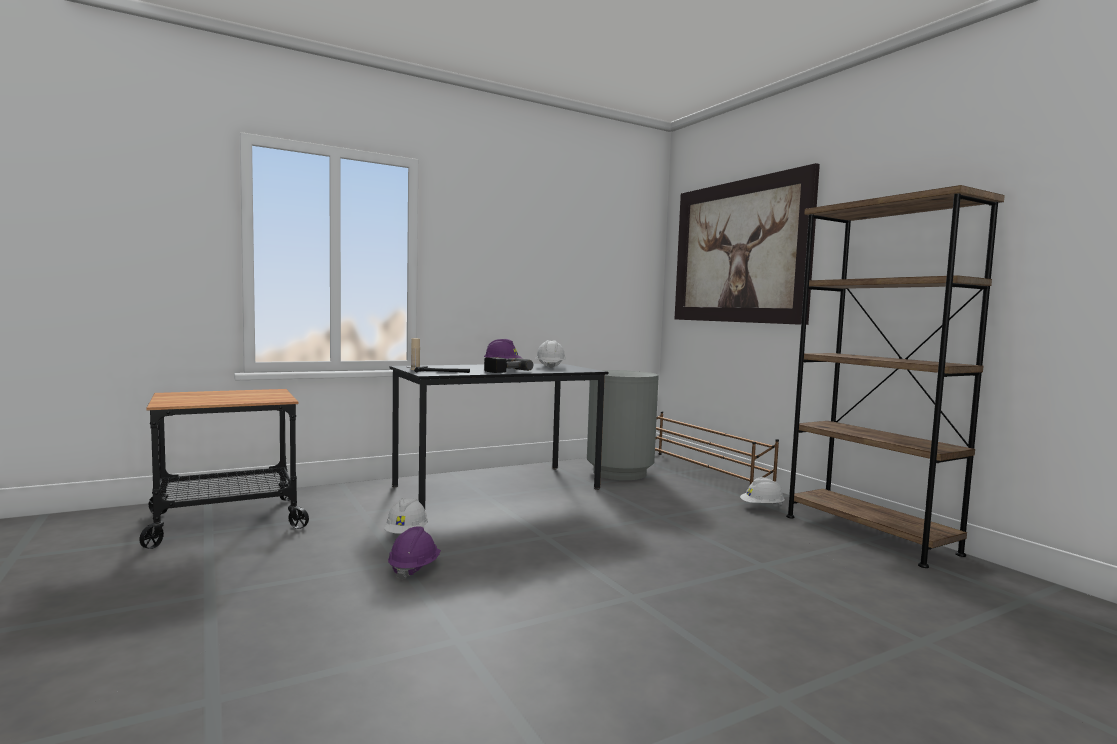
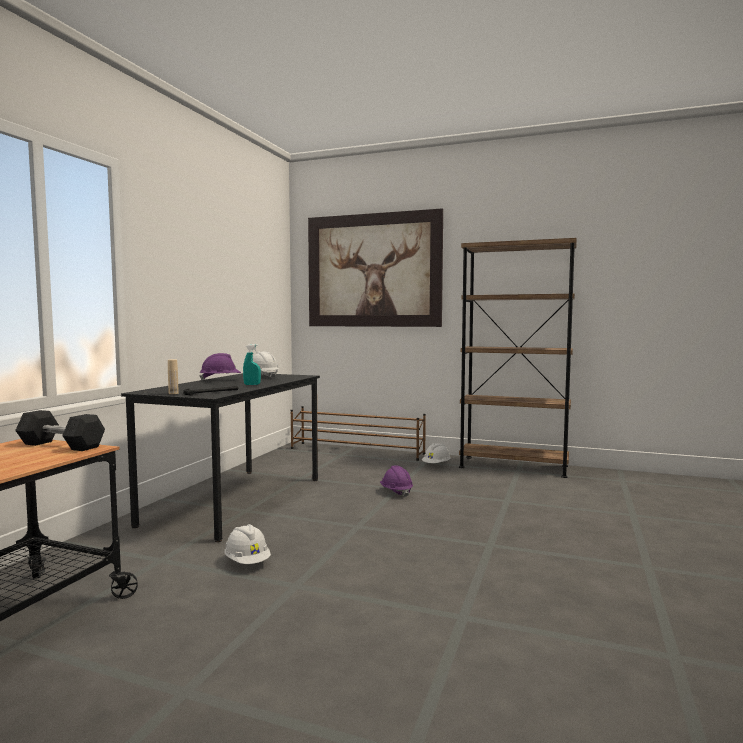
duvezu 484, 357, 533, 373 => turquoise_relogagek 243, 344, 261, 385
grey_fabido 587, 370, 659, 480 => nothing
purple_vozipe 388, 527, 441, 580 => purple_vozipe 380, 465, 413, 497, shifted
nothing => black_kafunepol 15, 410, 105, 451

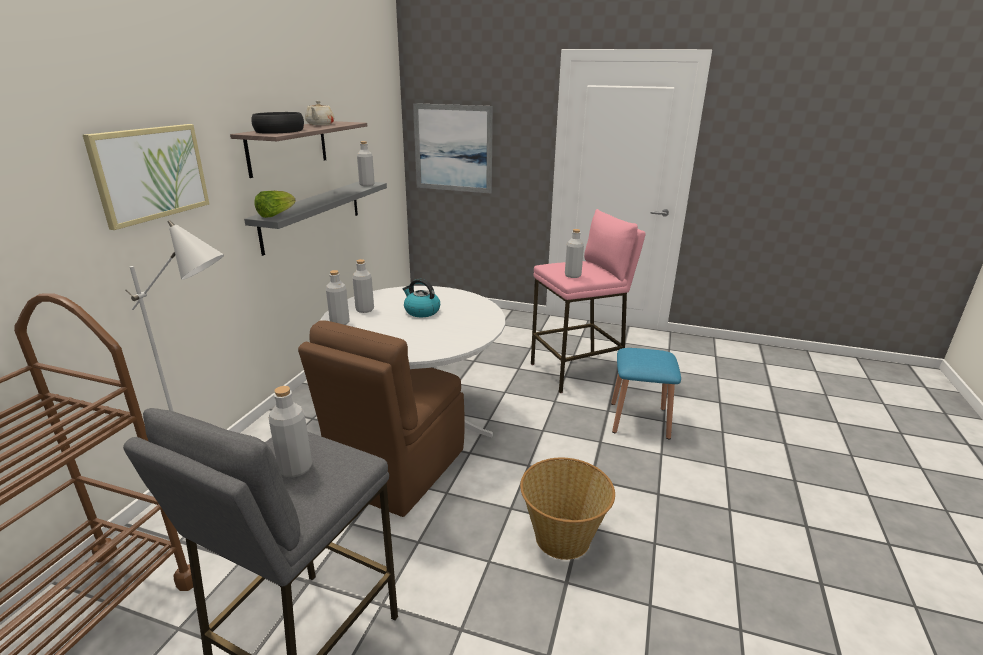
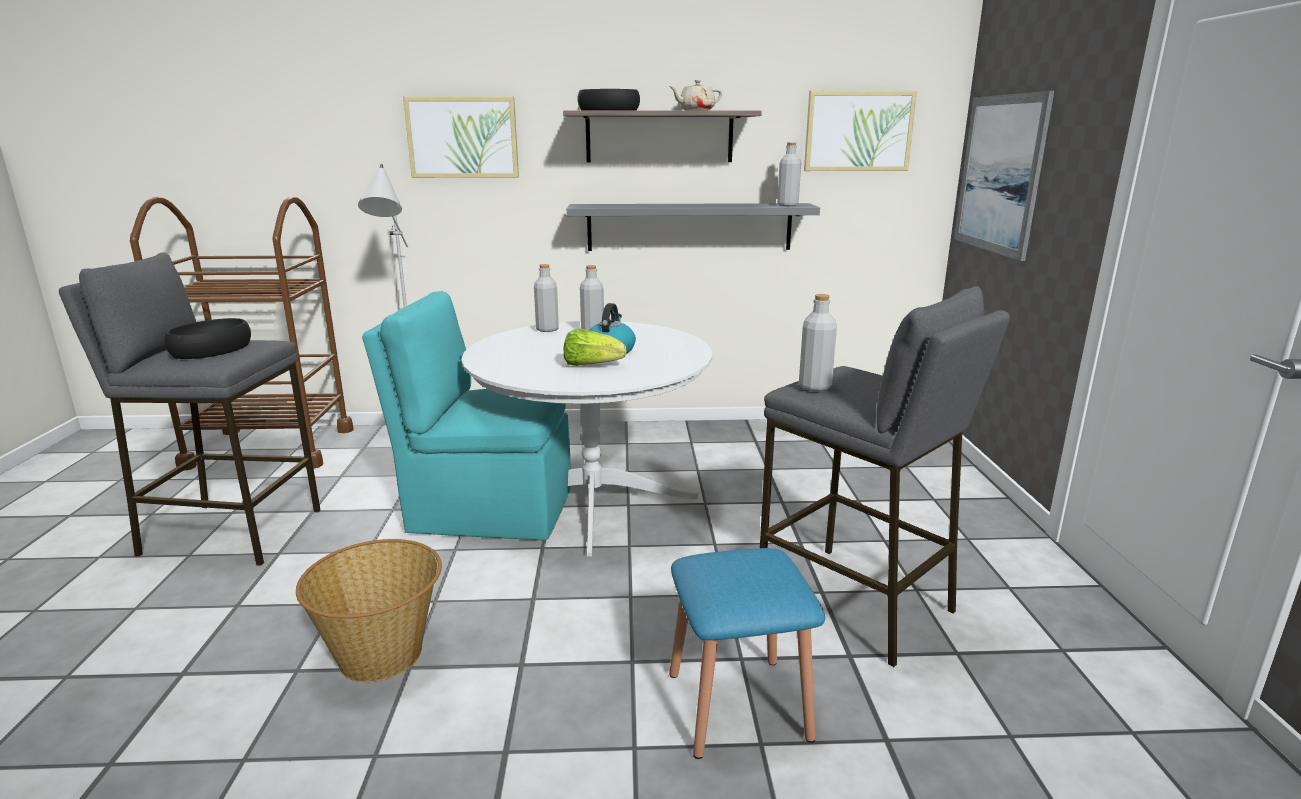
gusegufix 254, 191, 296, 218 => gusegufix 564, 329, 626, 366, shifted
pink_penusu 531, 209, 646, 393 => grey_penusu 760, 286, 1010, 667
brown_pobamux 298, 320, 465, 517 => turquoise_pobamux 362, 291, 570, 541
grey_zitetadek 269, 386, 312, 478 => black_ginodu 164, 318, 251, 359
nothing => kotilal 804, 91, 917, 171

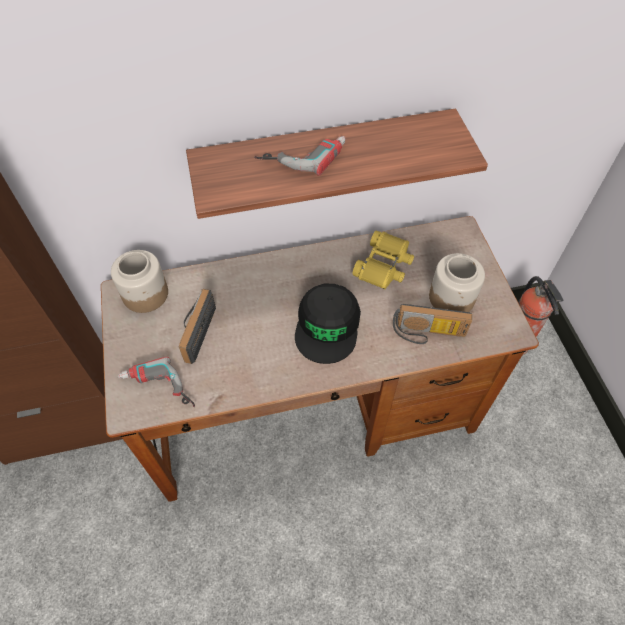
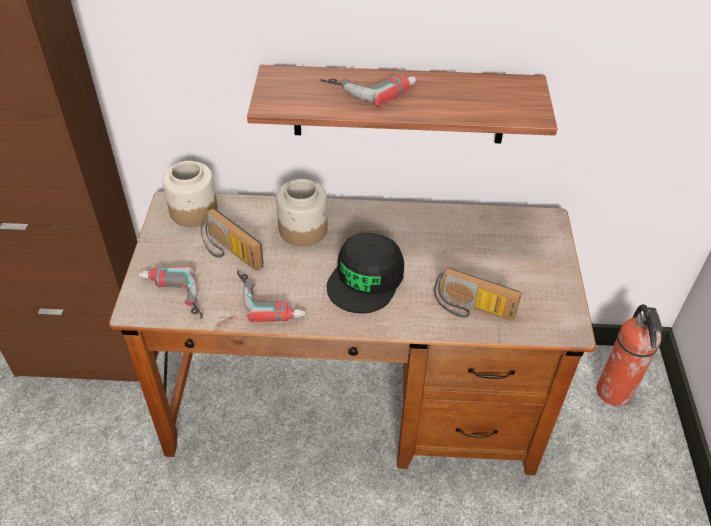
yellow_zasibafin 352, 231, 414, 289 => nothing
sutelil 429, 253, 485, 312 => sutelil 276, 179, 327, 246, shifted
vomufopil 179, 289, 216, 364 => vomufopil 201, 208, 263, 271, 75 degrees counterclockwise
nothing => duvezu 237, 270, 306, 322

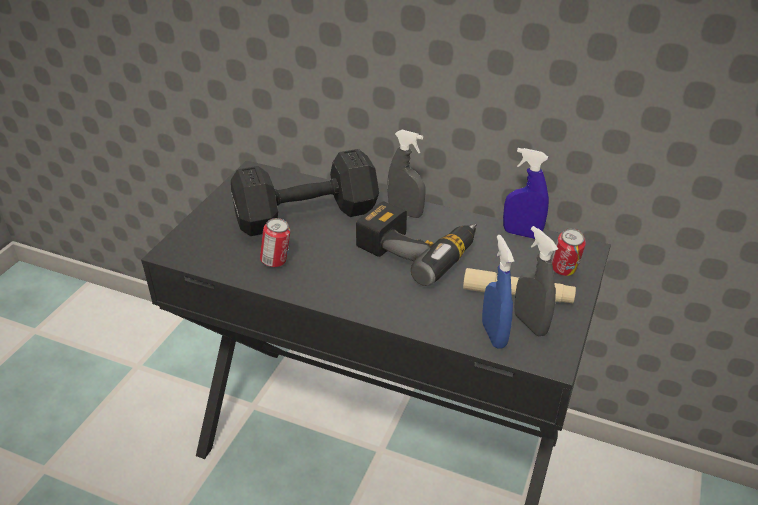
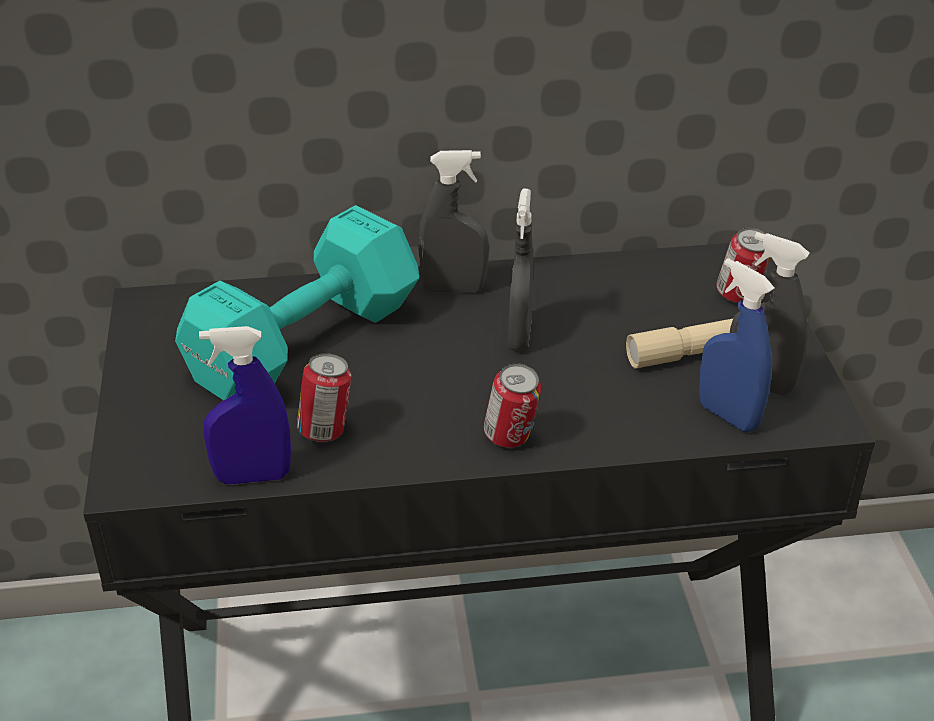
blue_relogagek 503, 148, 549, 239 => blue_relogagek 199, 326, 291, 485, shifted
black_kafunepol 231, 149, 379, 236 => turquoise_kafunepol 175, 205, 419, 400
duvezu 356, 201, 477, 286 => grey_relogagek 508, 189, 533, 350
nothing => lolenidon 484, 363, 541, 448

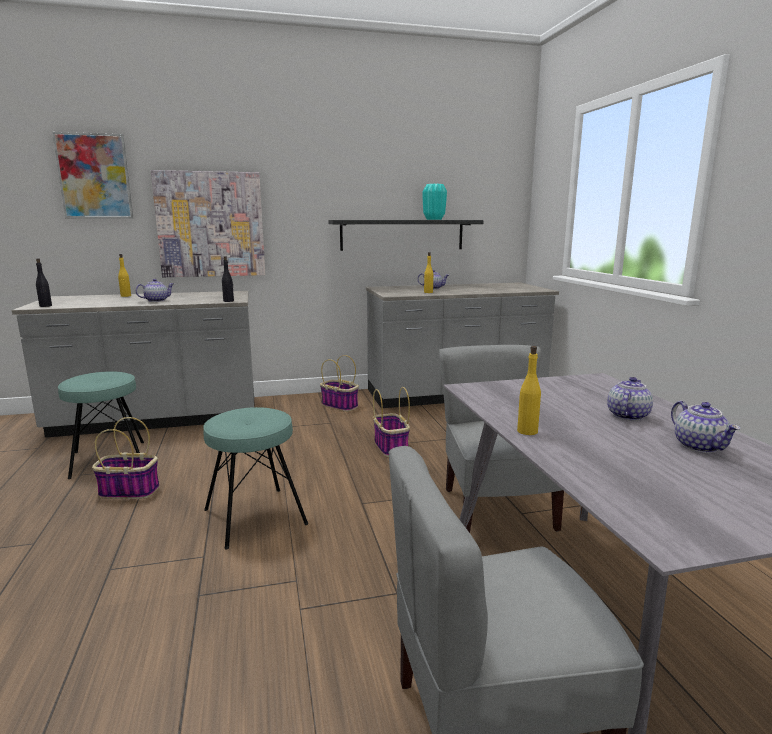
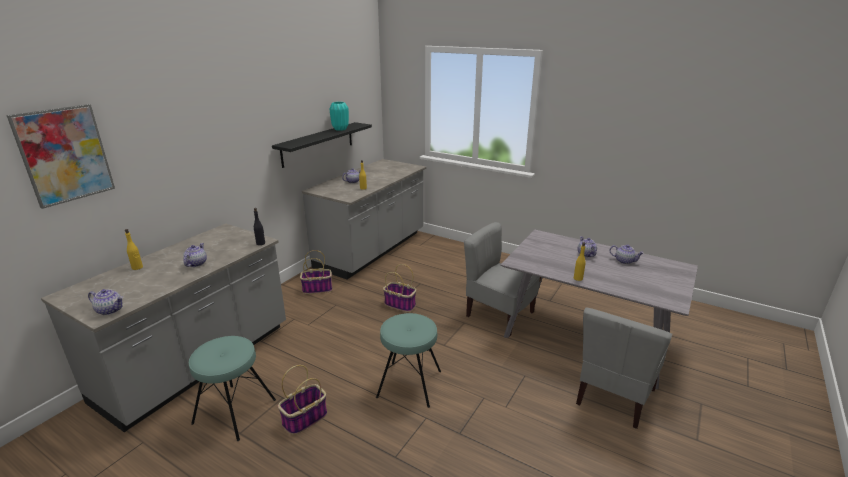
kotilal 151, 170, 265, 277 => nothing
black_zitetadek 36, 258, 52, 307 => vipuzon 88, 289, 123, 315

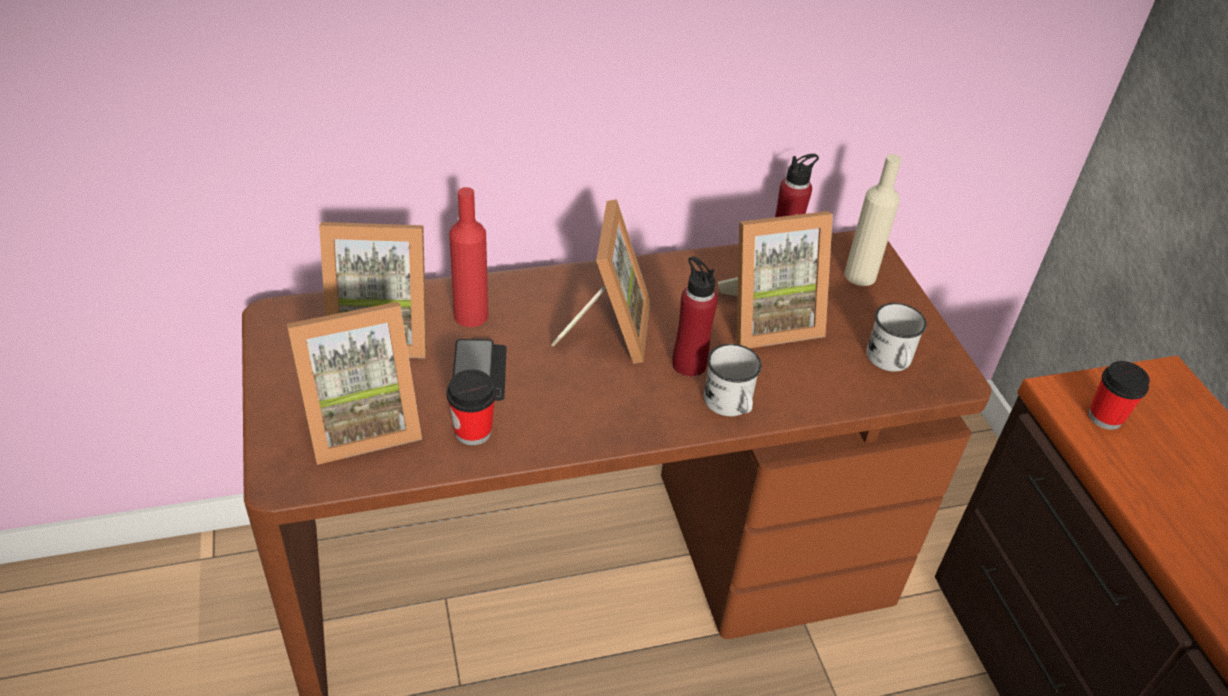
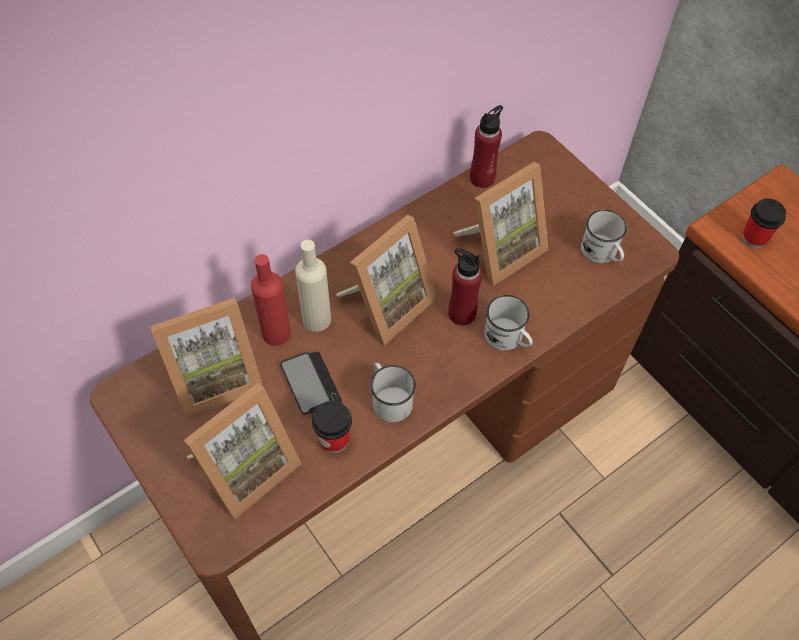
beige_zitetadek 844, 154, 901, 286 => beige_zitetadek 295, 240, 331, 332, shifted
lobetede 551, 199, 650, 364 => lobetede 336, 215, 437, 345, 60 degrees clockwise
nothing => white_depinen 370, 363, 416, 422

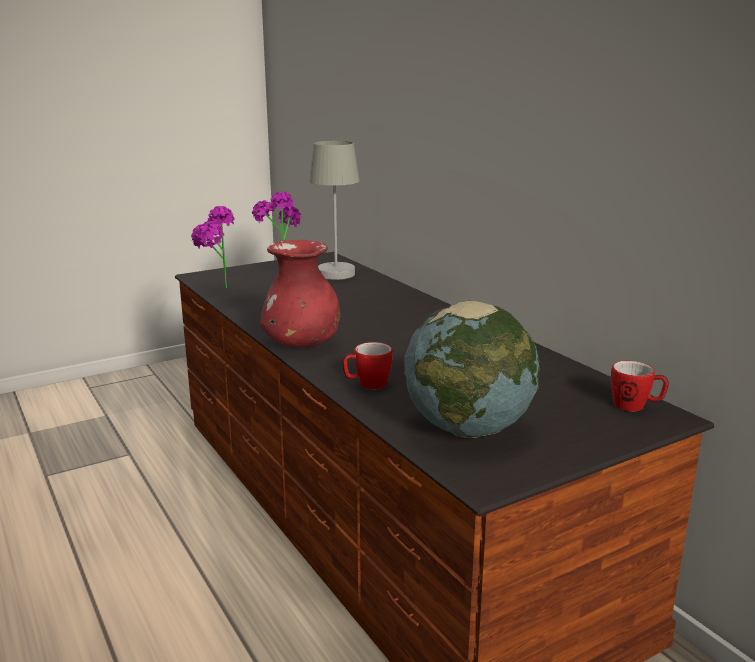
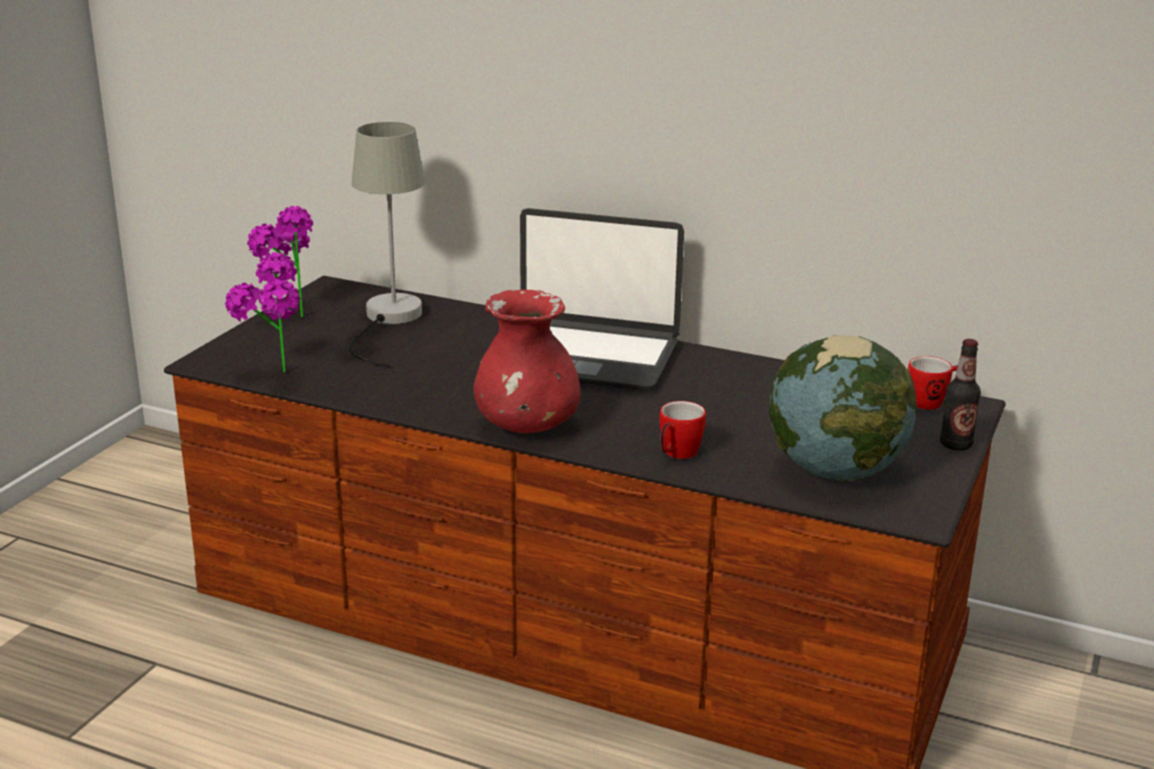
nothing => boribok 520, 208, 684, 391
nothing => zitetadek 940, 339, 981, 451

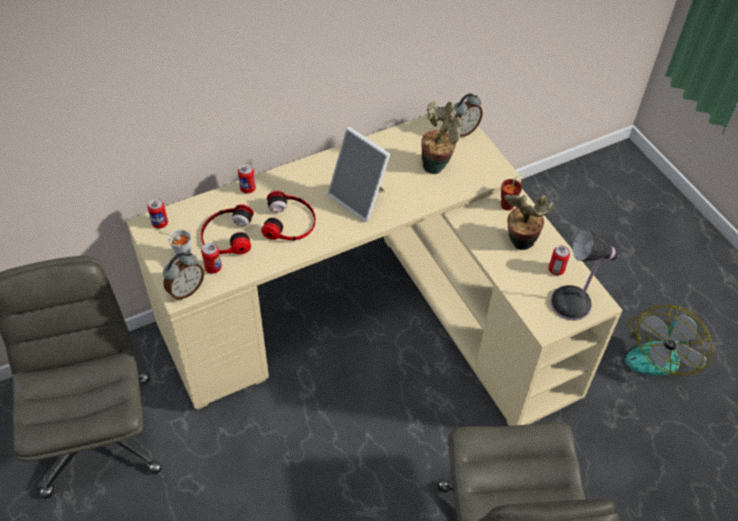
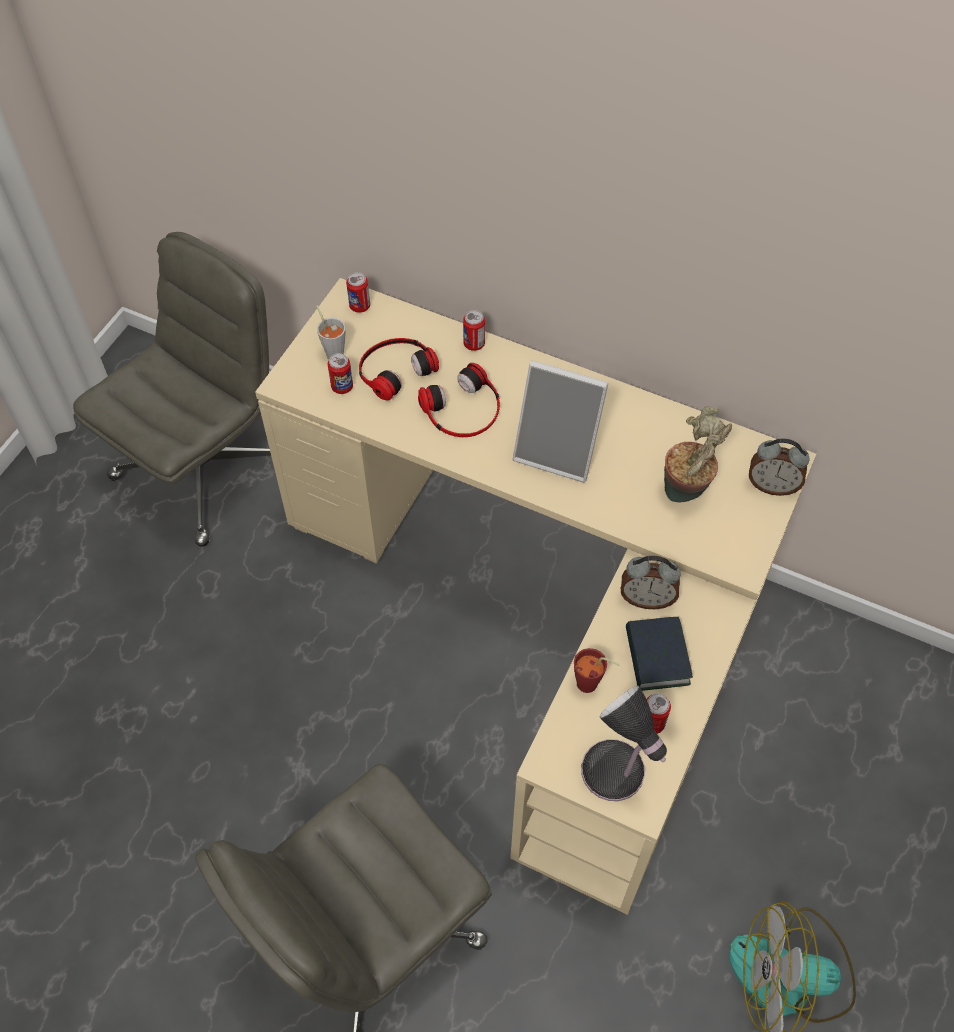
lobetede 327, 127, 390, 222 => lobetede 513, 360, 608, 483, 75 degrees counterclockwise
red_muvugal 501, 173, 526, 211 => red_muvugal 574, 648, 620, 693, shifted
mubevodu 504, 195, 553, 250 => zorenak 626, 617, 693, 691
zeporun 163, 253, 204, 300 => zeporun 621, 556, 681, 609, shifted

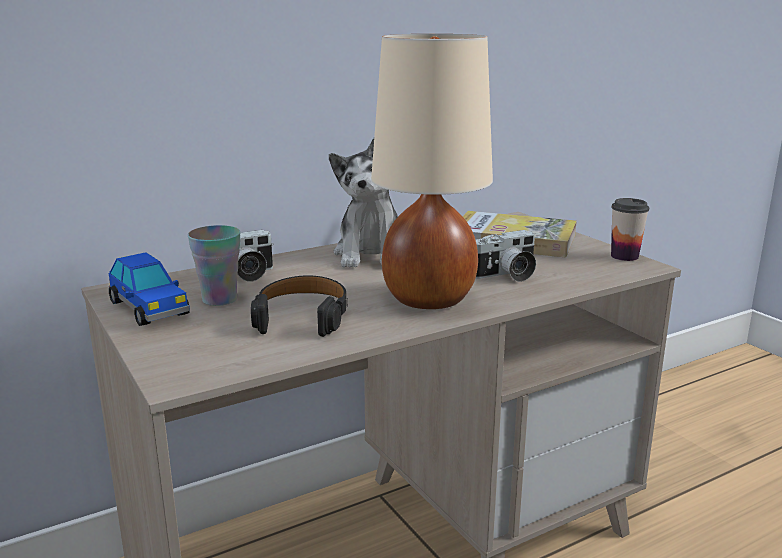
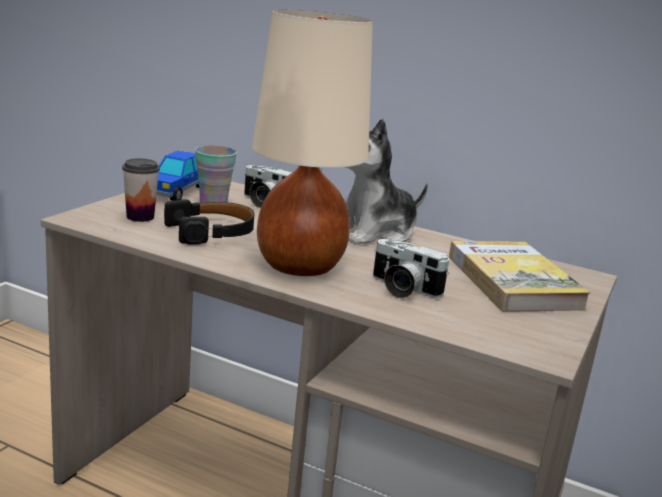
muvugal 611, 198, 649, 261 => muvugal 122, 158, 160, 222, shifted

